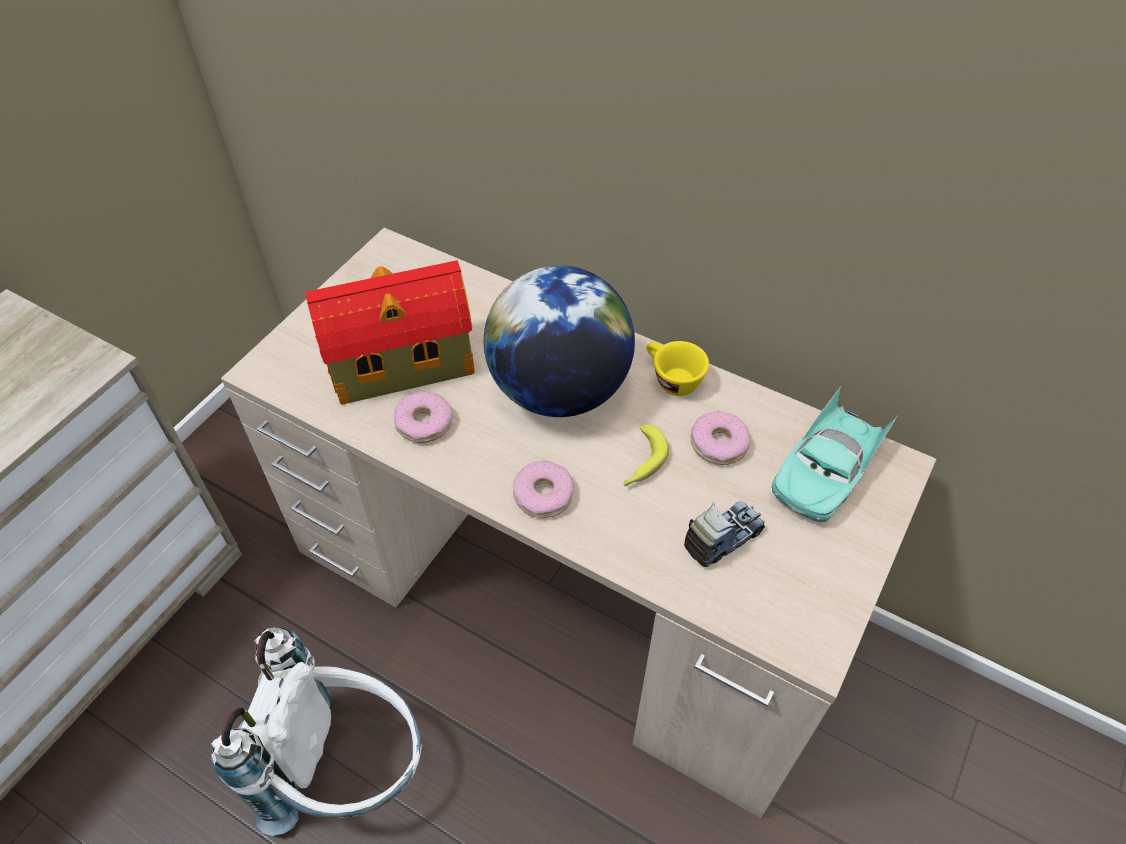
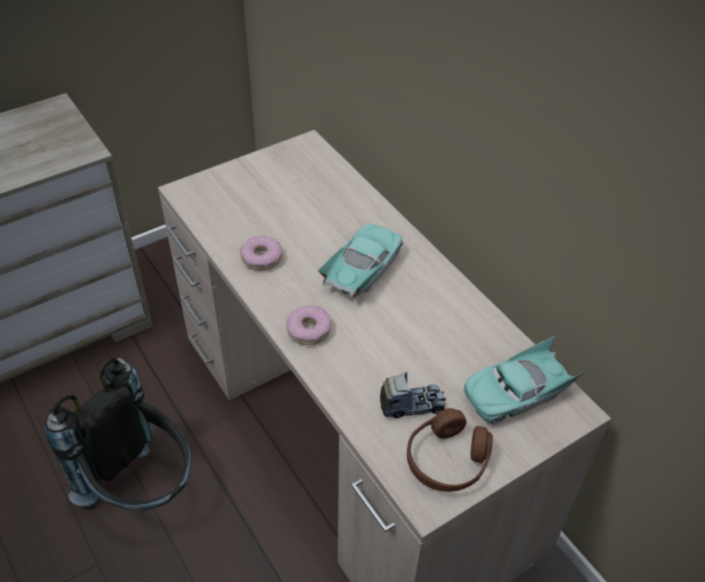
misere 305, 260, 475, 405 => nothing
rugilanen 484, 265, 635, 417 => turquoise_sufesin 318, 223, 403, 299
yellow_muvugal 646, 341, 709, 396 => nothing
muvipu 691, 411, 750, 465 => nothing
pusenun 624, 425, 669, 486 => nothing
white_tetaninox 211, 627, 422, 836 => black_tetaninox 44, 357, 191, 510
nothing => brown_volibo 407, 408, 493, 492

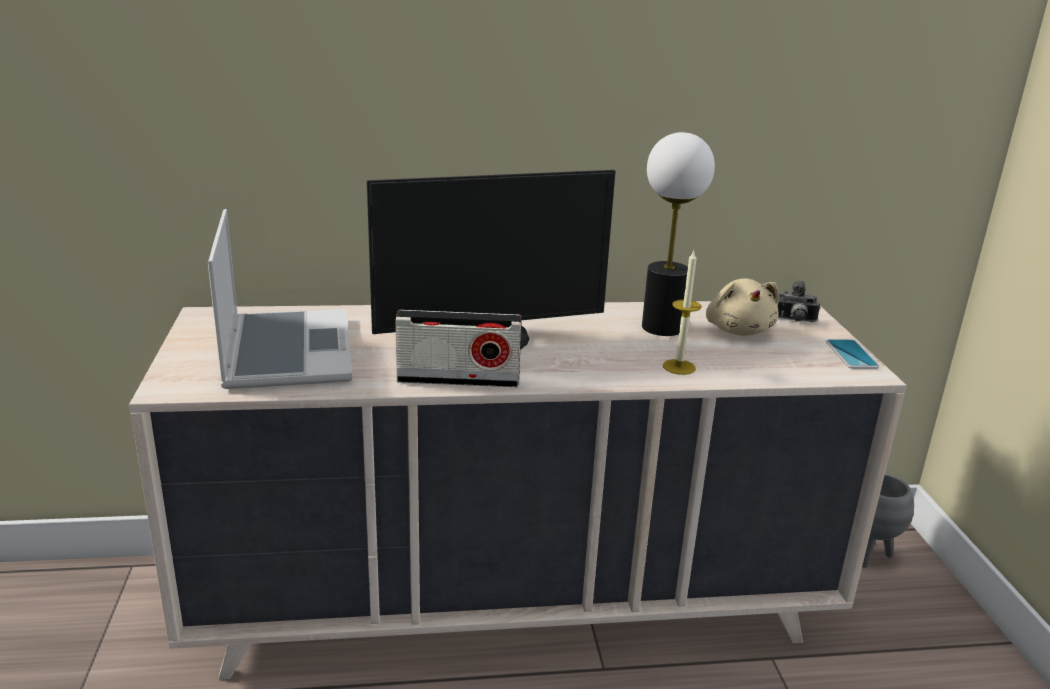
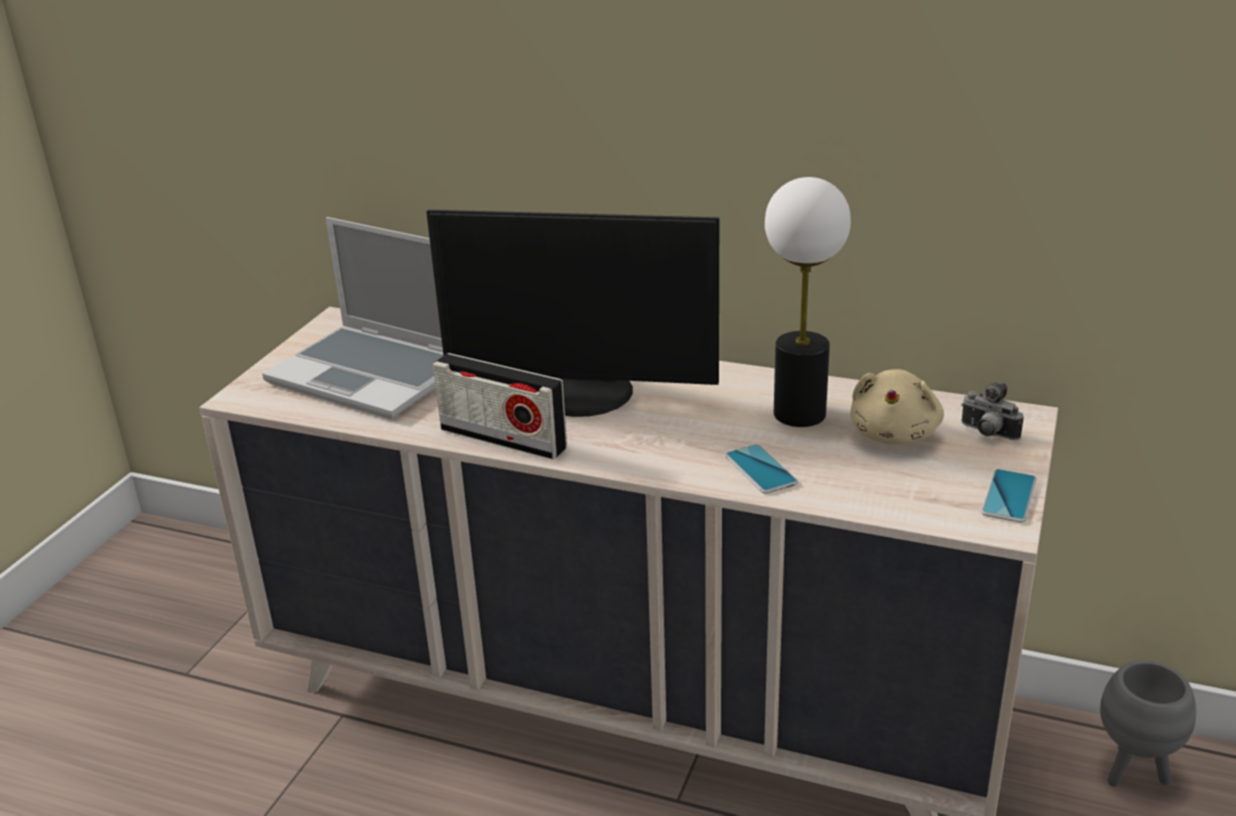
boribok 208, 209, 352, 389 => boribok 262, 217, 444, 419, 105 degrees clockwise
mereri 663, 251, 702, 375 => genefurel 725, 444, 798, 494

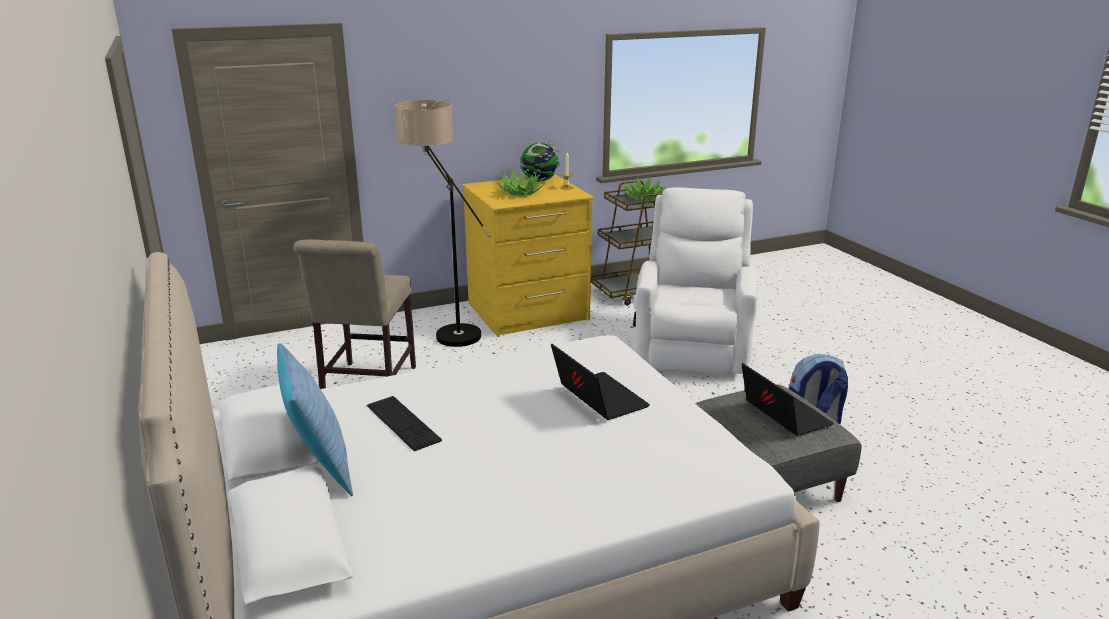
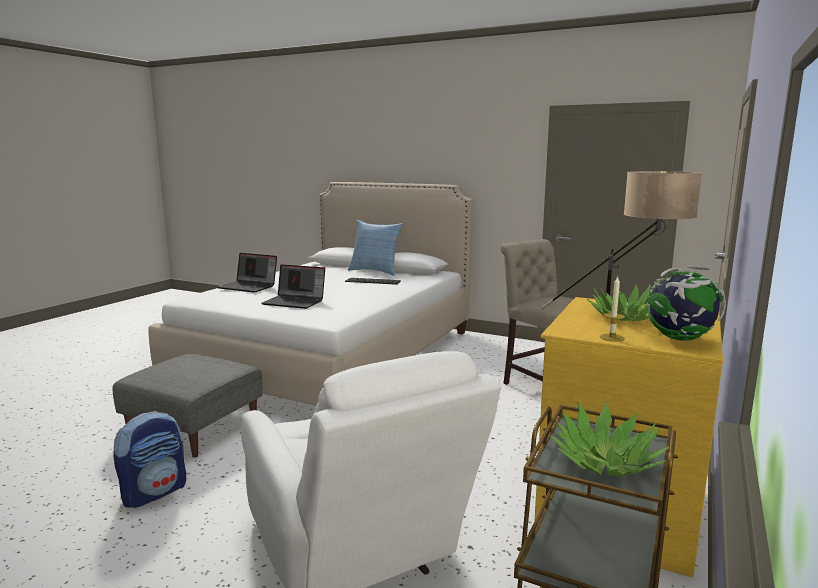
boribok 741, 363, 834, 436 => boribok 218, 253, 277, 293, shifted

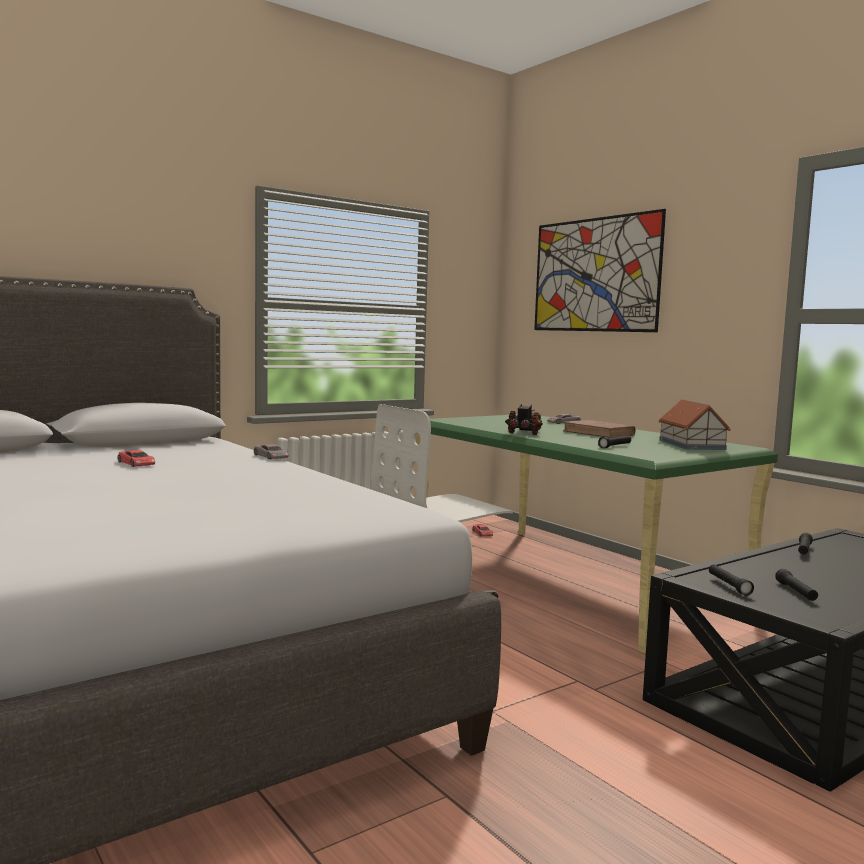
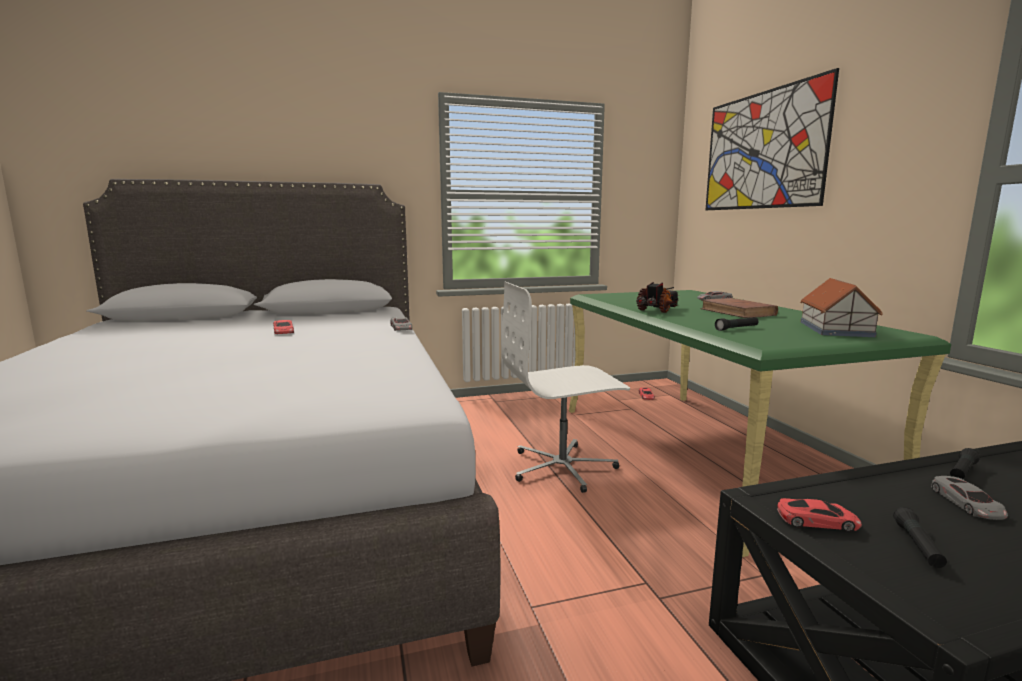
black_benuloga 709, 564, 754, 596 => red_sufesin 777, 498, 862, 532
nothing => grey_sufesin 931, 476, 1008, 520

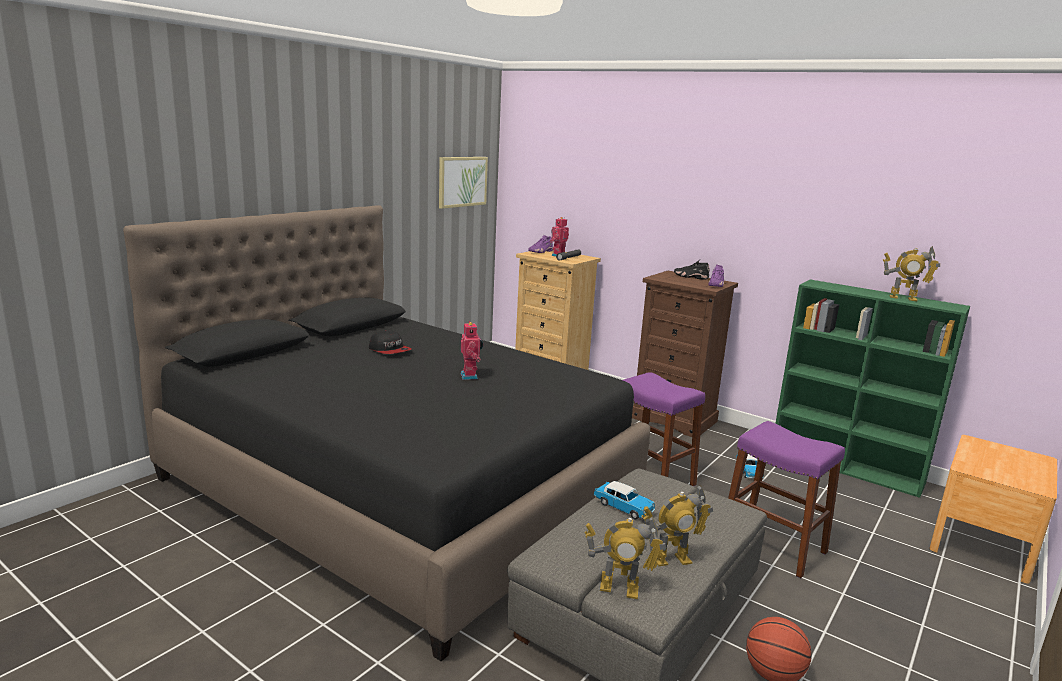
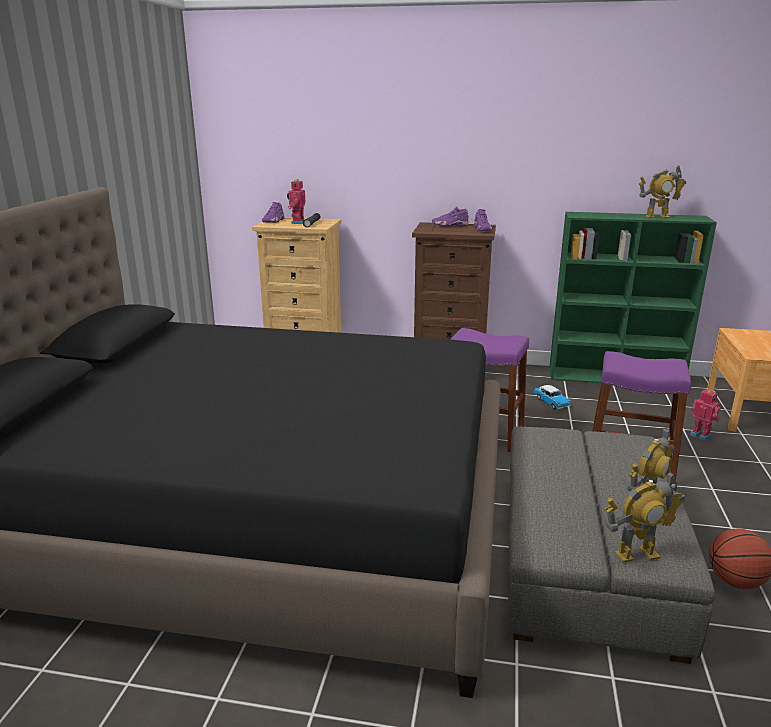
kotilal 439, 157, 488, 209 => nothing
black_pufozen 674, 259, 710, 279 => purple_pufozen 432, 207, 469, 227
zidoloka 461, 321, 483, 380 => zidoloka 690, 389, 720, 441, shifted
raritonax 369, 330, 411, 354 => nothing
sufesin 593, 481, 655, 520 => nothing

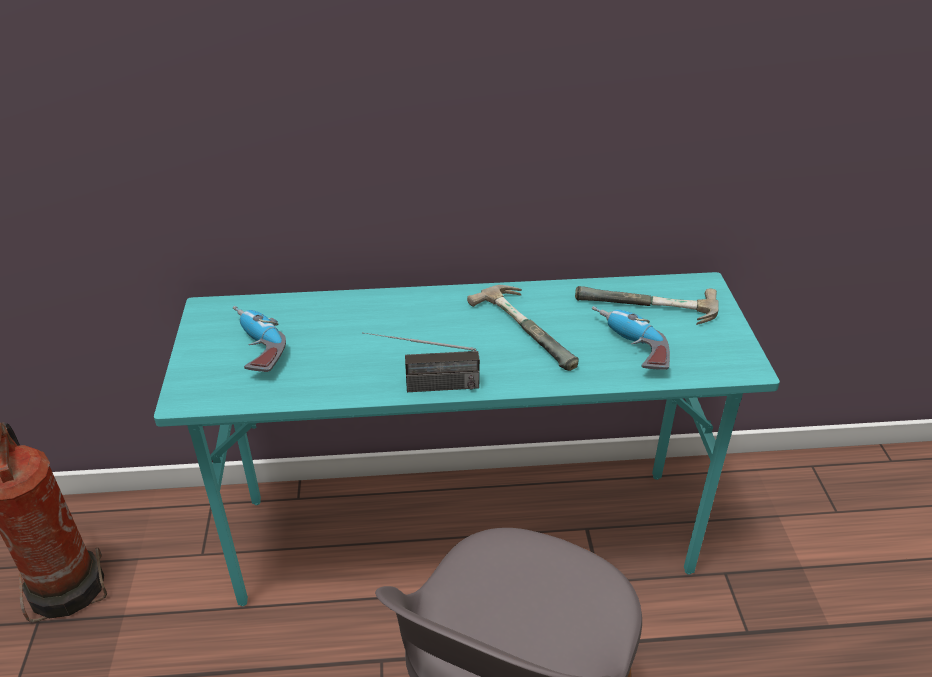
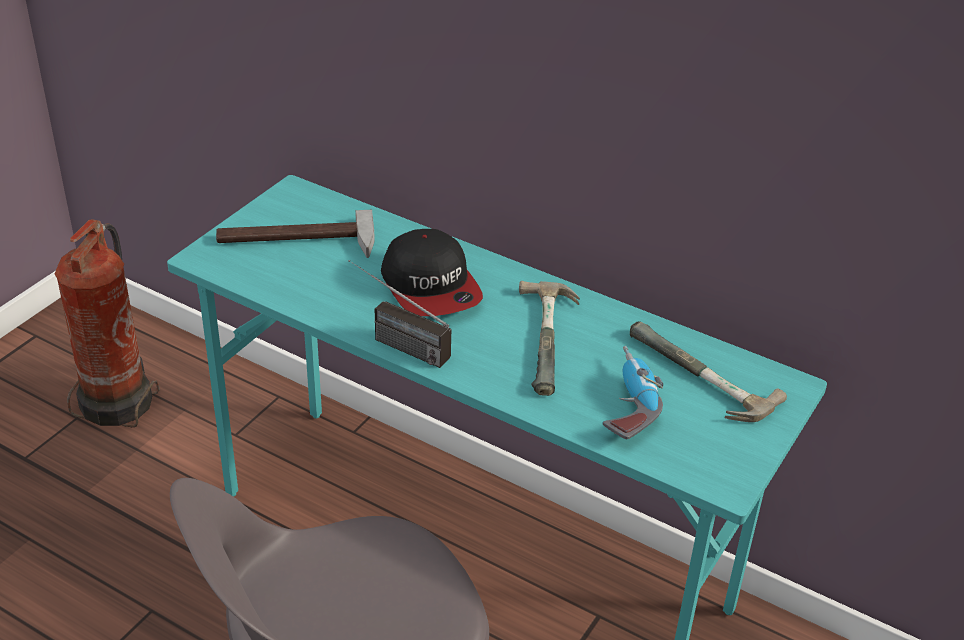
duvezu 233, 306, 286, 372 => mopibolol 216, 210, 375, 258
nothing => raritonax 381, 229, 483, 316

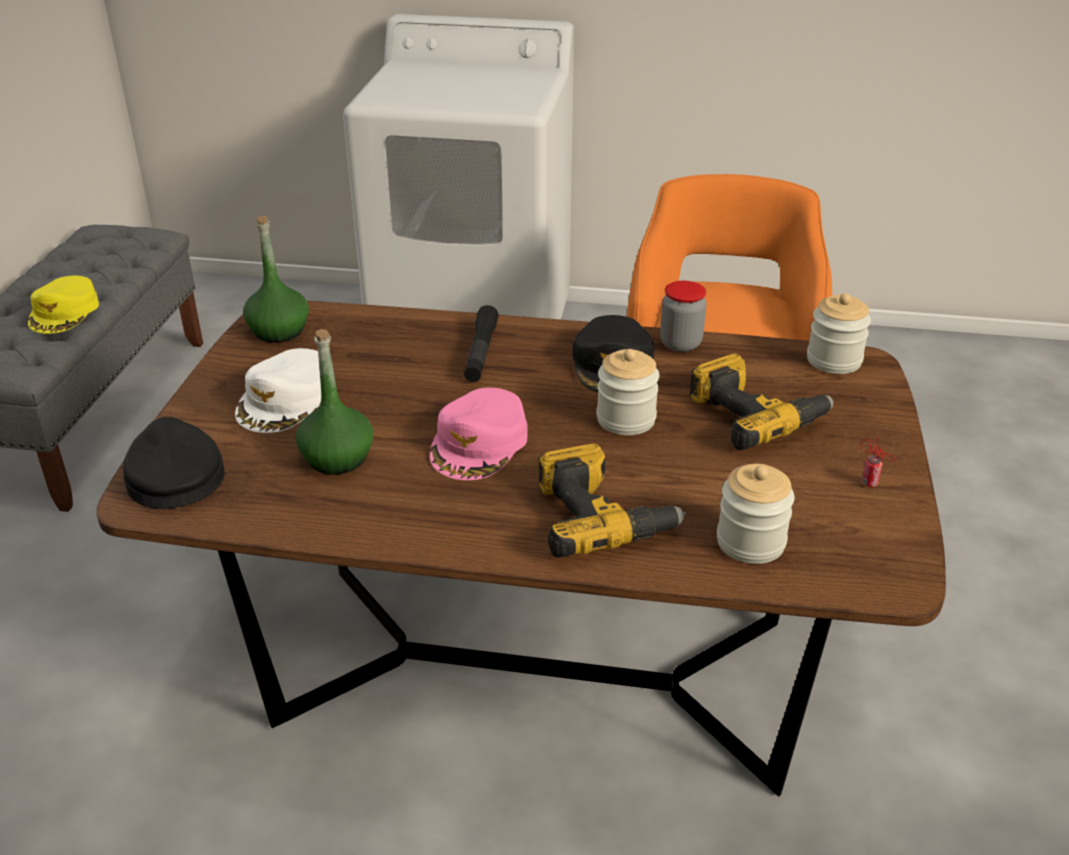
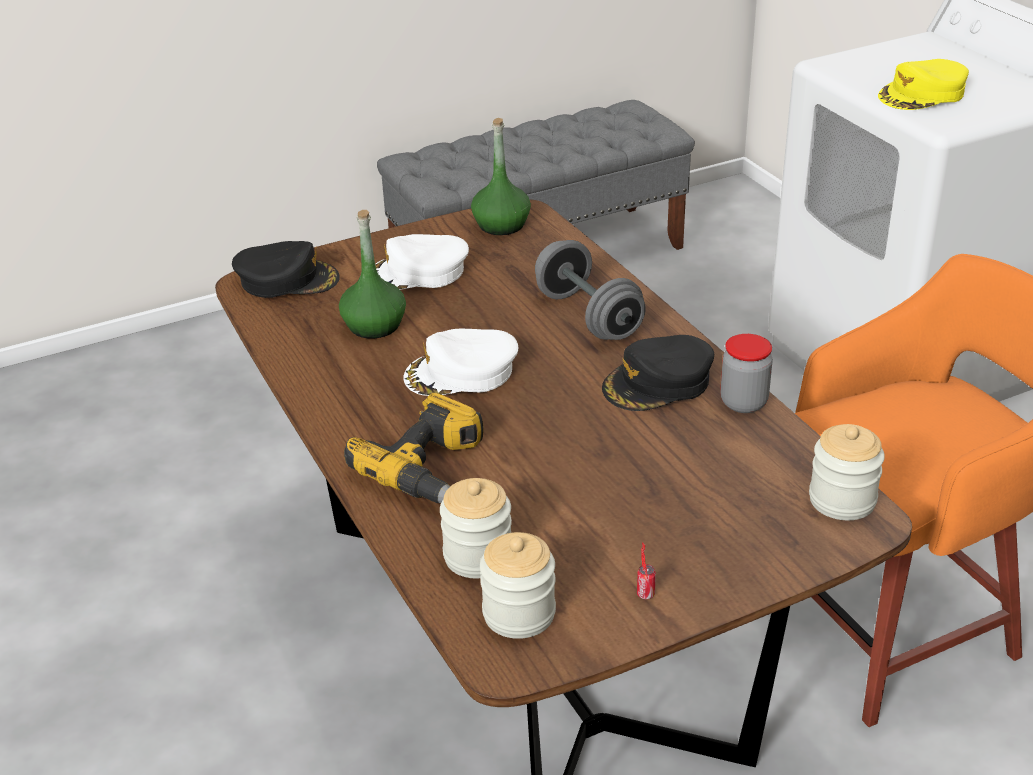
yellow_raritonax 28, 276, 99, 334 => yellow_raritonax 878, 59, 969, 110, shifted
black_benuloga 464, 305, 499, 382 => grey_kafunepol 535, 240, 646, 340
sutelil 597, 349, 660, 435 => sutelil 480, 532, 556, 639, shifted
duvezu 689, 353, 834, 450 => nothing
pink_raritonax 430, 387, 528, 480 => white_raritonax 404, 329, 518, 396
black_raritonax 123, 417, 225, 509 => black_raritonax 232, 241, 340, 298, 60 degrees clockwise

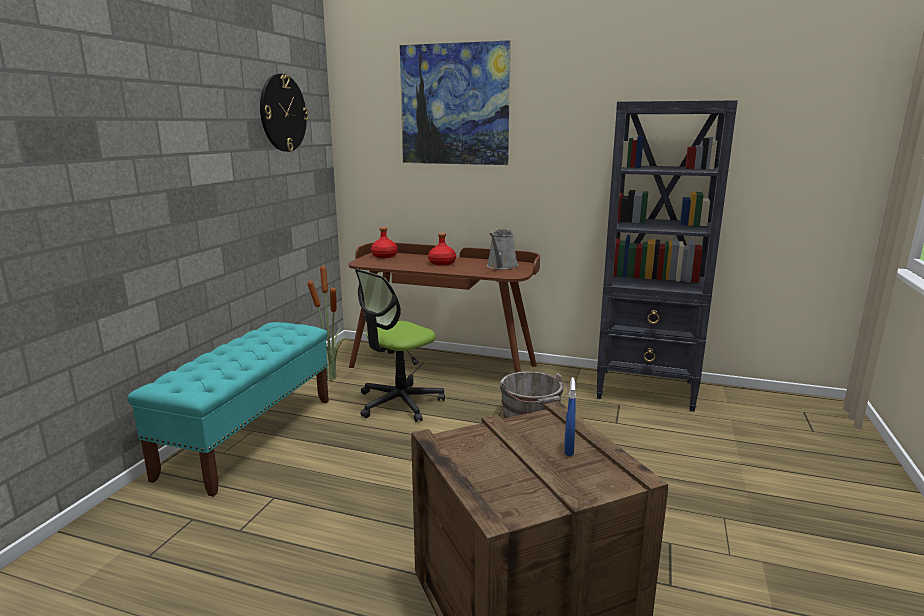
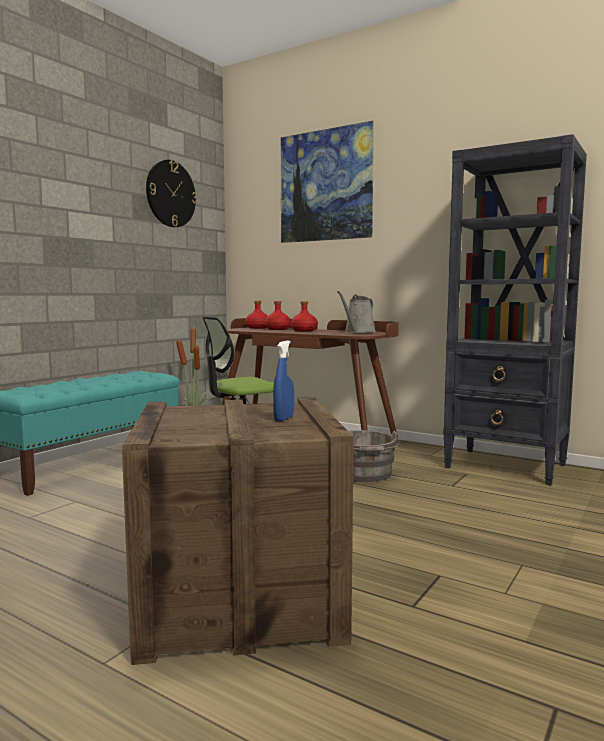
nothing => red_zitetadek 265, 301, 291, 330

